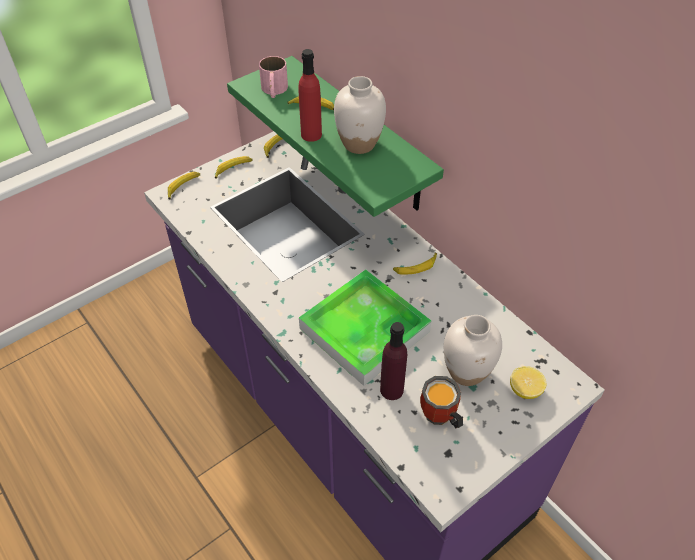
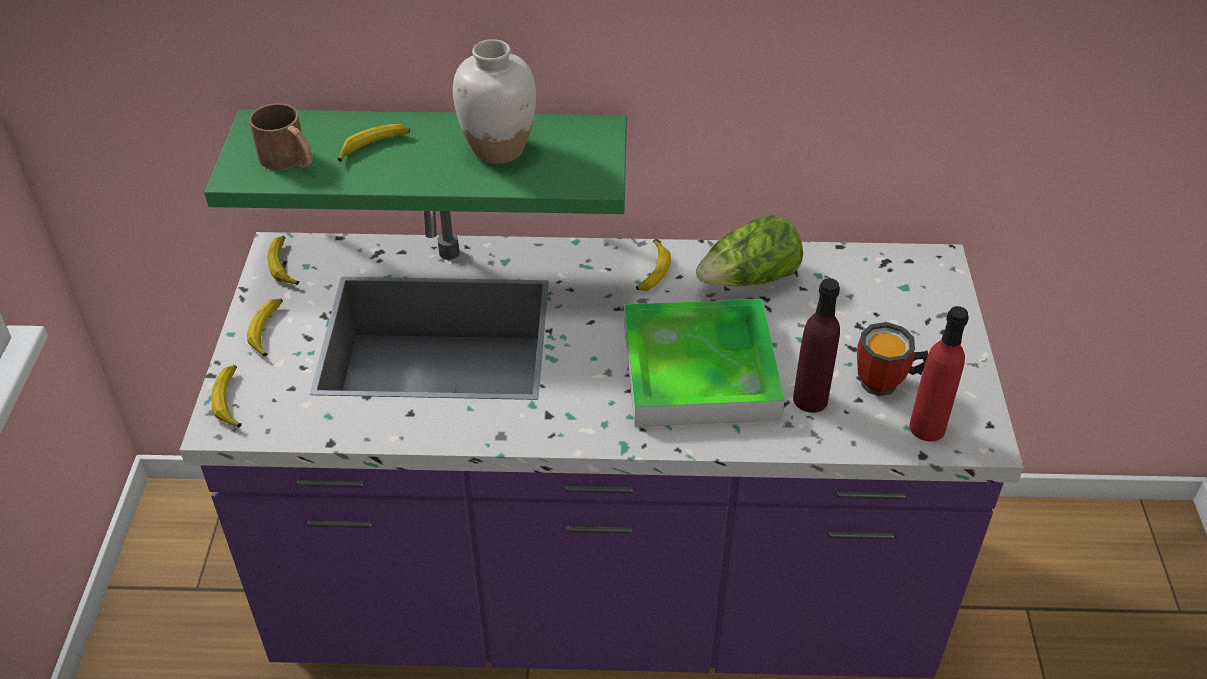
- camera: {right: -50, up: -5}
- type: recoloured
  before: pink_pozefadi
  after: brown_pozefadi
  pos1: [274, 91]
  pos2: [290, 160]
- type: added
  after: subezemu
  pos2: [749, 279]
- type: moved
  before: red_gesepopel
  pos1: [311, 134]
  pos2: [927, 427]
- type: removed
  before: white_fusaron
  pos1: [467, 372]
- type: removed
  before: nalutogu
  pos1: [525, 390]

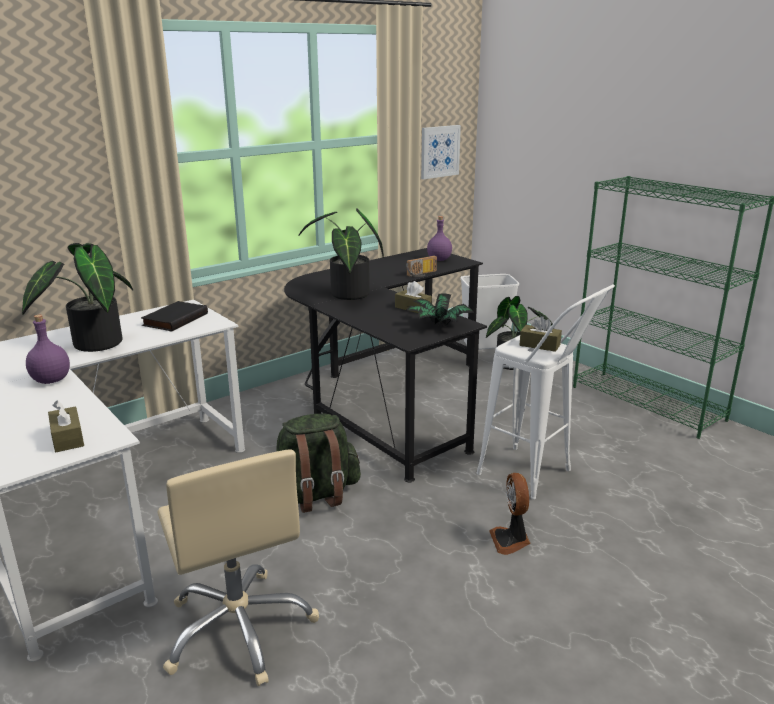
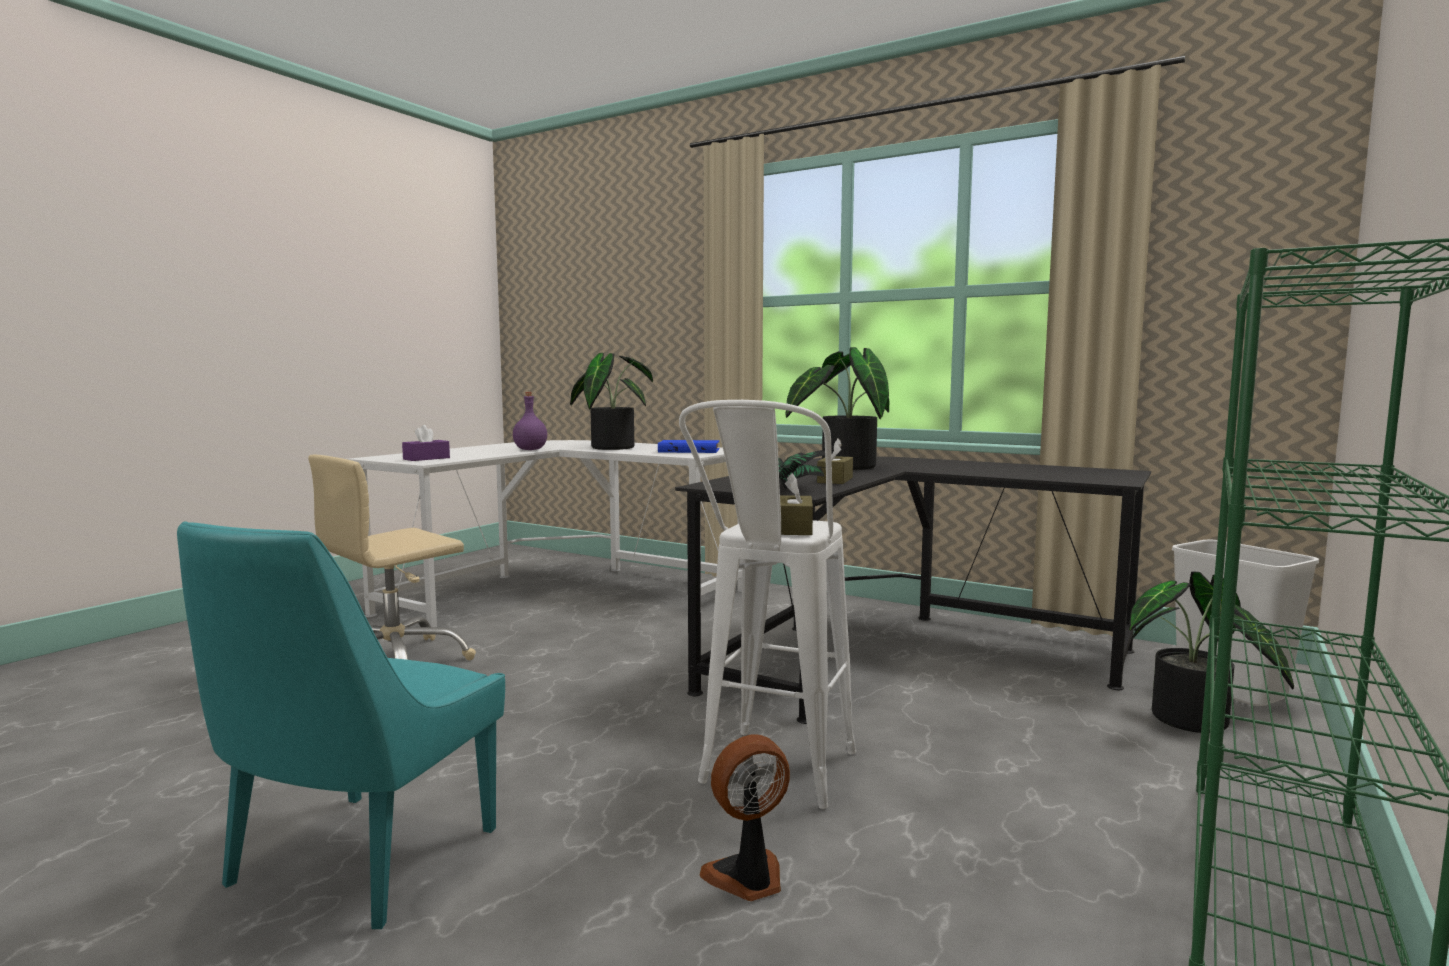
- camera: {right: 70, up: -15}
- type: added
  after: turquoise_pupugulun
  pos2: [358, 862]
- type: recoloured
  before: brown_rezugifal
  after: purple_rezugifal
  pos1: [67, 438]
  pos2: [426, 458]
- type: recoloured
  before: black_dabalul
  after: blue_dabalul
  pos1: [174, 319]
  pos2: [689, 450]
- type: moved
  before: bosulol
  pos1: [511, 540]
  pos2: [748, 878]
- type: removed
  before: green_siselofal
  pos1: [315, 495]
- type: removed
  before: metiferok
  pos1: [422, 274]
- type: removed
  before: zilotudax
  pos1: [439, 151]
- type: removed
  before: purple_gesepopel
  pos1: [439, 260]

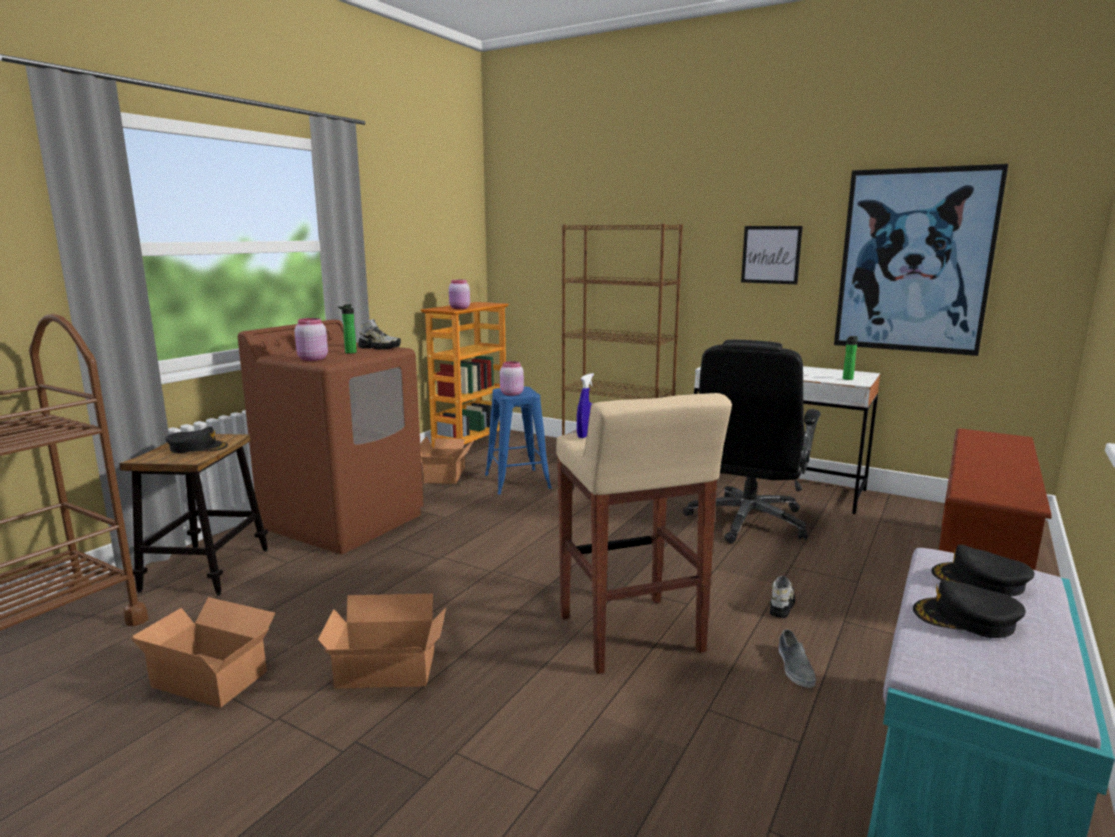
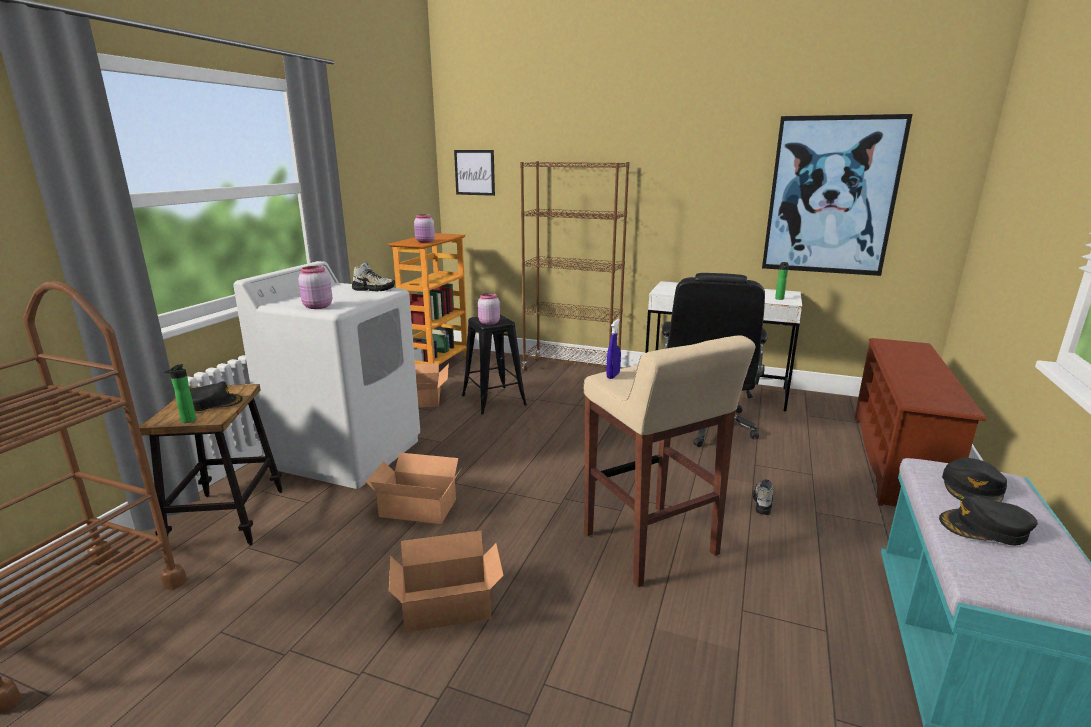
- camera: {right: -10, up: 5}
- type: moved
  before: gesepopel
  pos1: [349, 353]
  pos2: [187, 421]
- type: recoloured
  before: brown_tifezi
  after: white_tifezi
  pos1: [345, 521]
  pos2: [348, 453]
- type: moved
  before: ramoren
  pos1: [211, 676]
  pos2: [417, 506]
- type: moved
  before: zilotudax
  pos1: [771, 254]
  pos2: [474, 172]
- type: recoloured
  before: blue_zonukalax
  after: black_zonukalax
  pos1: [517, 481]
  pos2: [493, 400]
- type: turned
  before: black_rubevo
  pos1: [979, 580]
  pos2: [973, 488]
  turn: -75
- type: removed
  before: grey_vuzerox
  pos1: [794, 667]

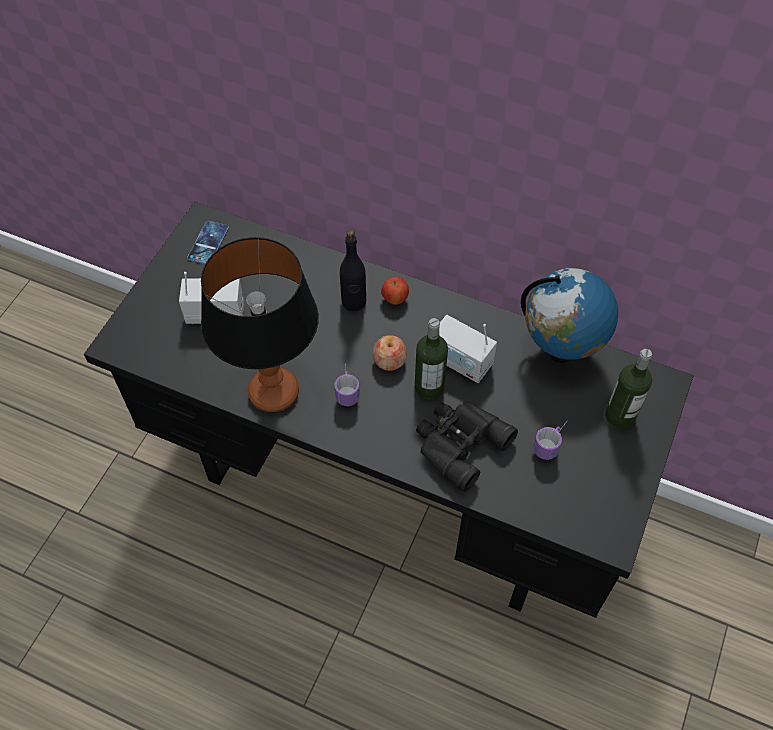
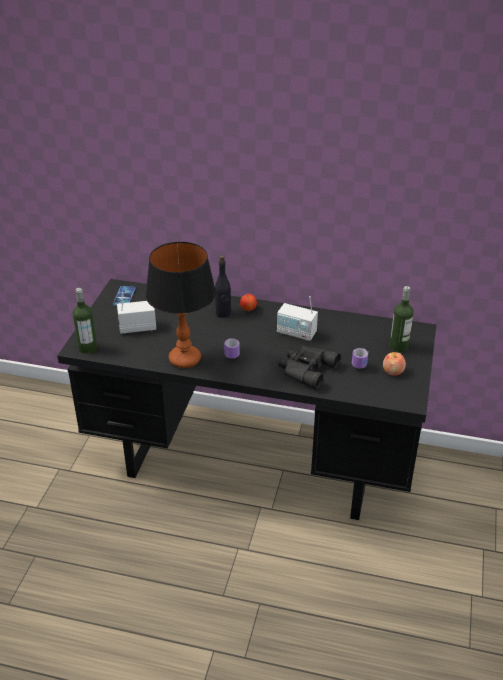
- camera: {right: -10, up: -20}
- type: moved
  before: gesepopel
  pos1: [429, 387]
  pos2: [87, 348]
- type: moved
  before: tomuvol
  pos1: [389, 360]
  pos2: [393, 371]
- type: removed
  before: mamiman
  pos1: [560, 351]

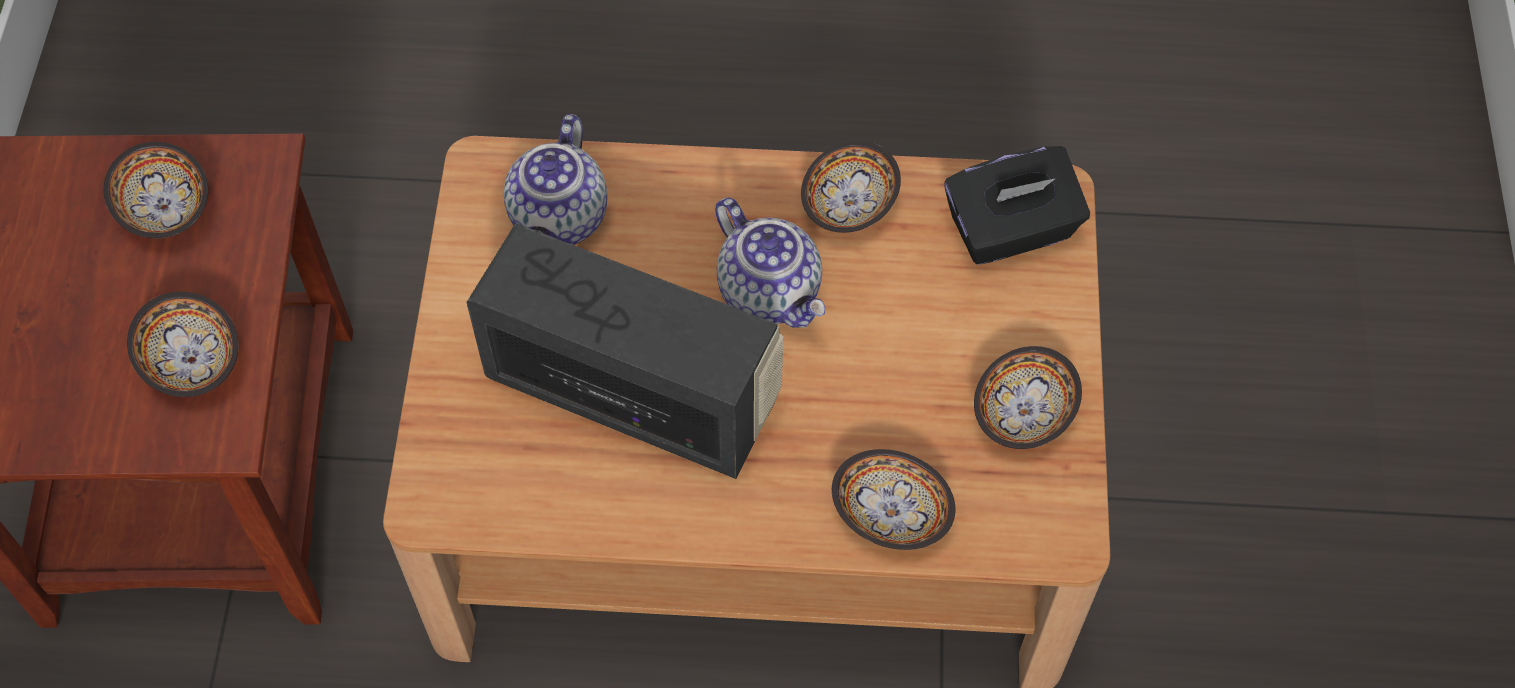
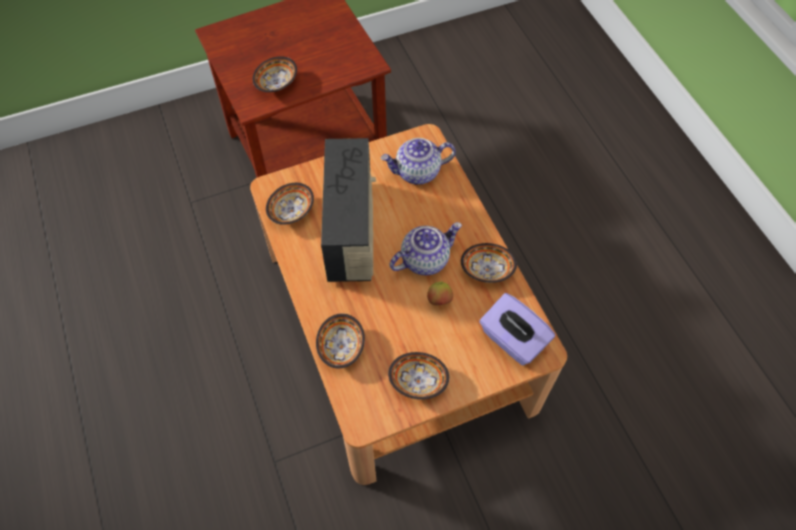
- camera: {right: 65, up: 0}
- type: moved
  before: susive
  pos1: [163, 210]
  pos2: [290, 211]
- type: turned
  before: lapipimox
  pos1: [771, 292]
  pos2: [425, 259]
  turn: -150
- type: added
  after: tomuvol
  pos2: [439, 300]
- type: recoloured
  before: black_rezugifal
  after: purple_rezugifal
  pos1: [1011, 231]
  pos2: [512, 340]

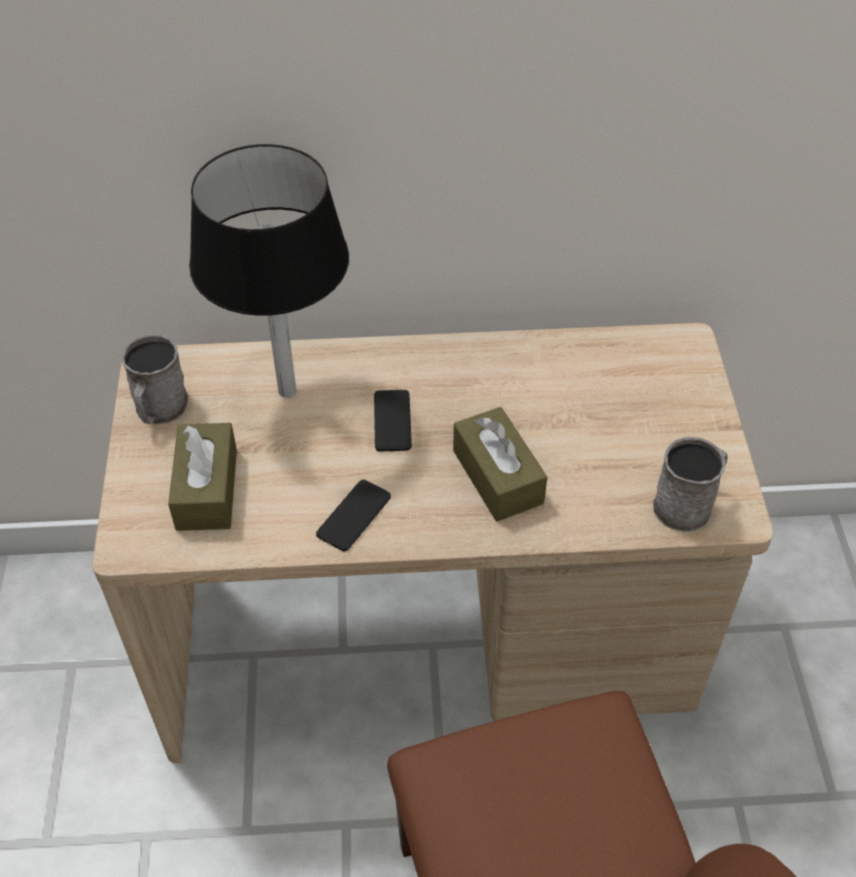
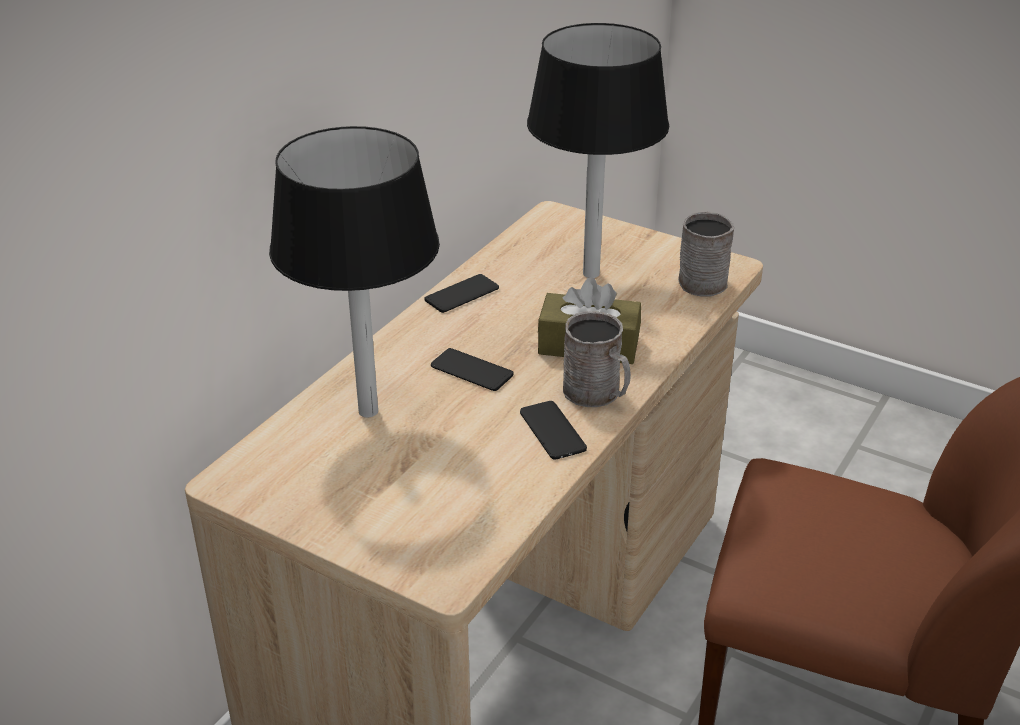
- camera: {right: -55, up: -15}
- type: added
  after: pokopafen
  pos2: [462, 294]
- type: added
  after: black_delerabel
  pos2: [591, 274]
- type: moved
  before: grey_pozefadi
  pos1: [159, 410]
  pos2: [597, 394]
- type: removed
  before: brown_rezugifal
  pos1: [207, 489]

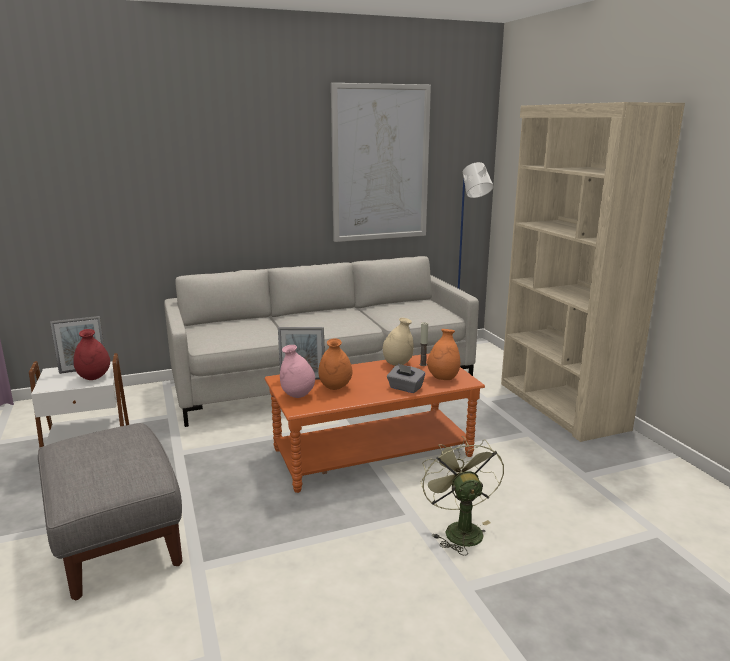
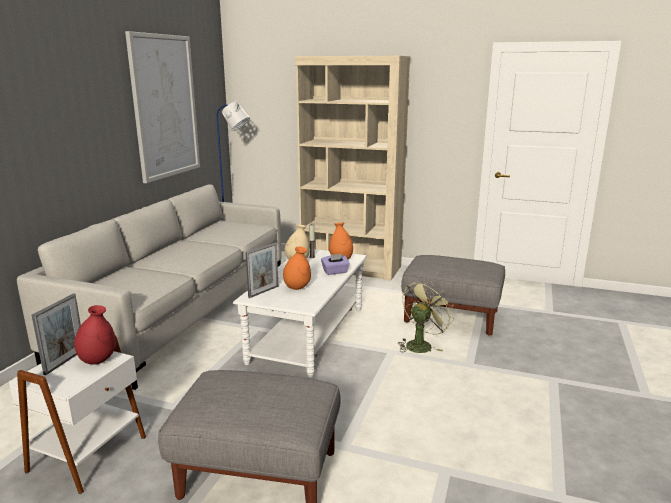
- camera: {right: -50, up: 0}
- type: recoloured
  before: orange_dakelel
  after: white_dakelel
  pos1: [373, 453]
  pos2: [308, 334]
- type: recoloured
  before: grey_rezugifal
  after: purple_rezugifal
  pos1: [405, 388]
  pos2: [335, 272]
- type: turned
  before: green_bosulol
  pos1: [459, 529]
  pos2: [421, 344]
  turn: 105
- type: added
  after: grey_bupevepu
  pos2: [452, 317]
- type: removed
  before: pink_fusaron
  pos1: [298, 395]

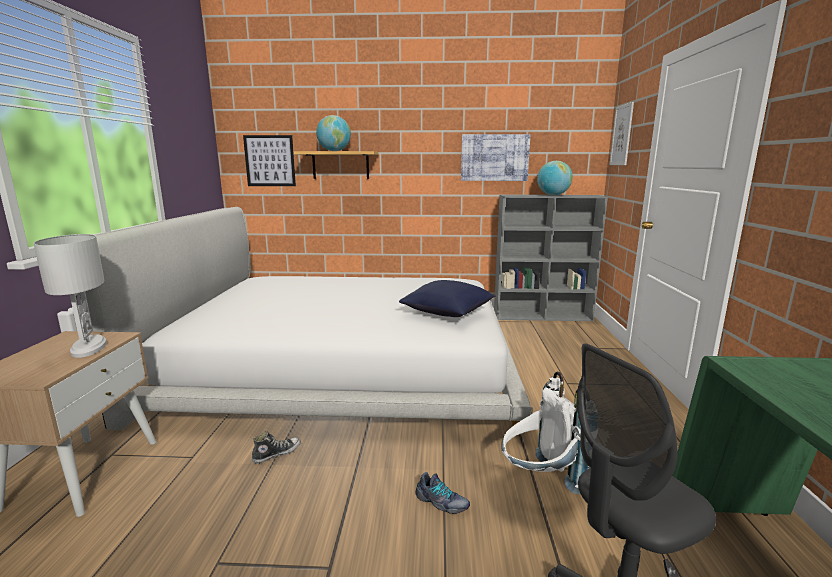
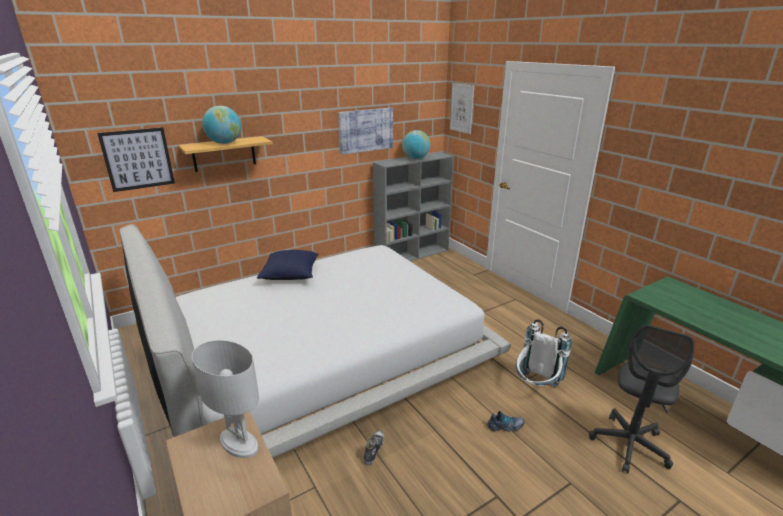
- camera: {right: -35, up: 10}
- type: moved
  before: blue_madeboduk
  pos1: [448, 313]
  pos2: [291, 275]

